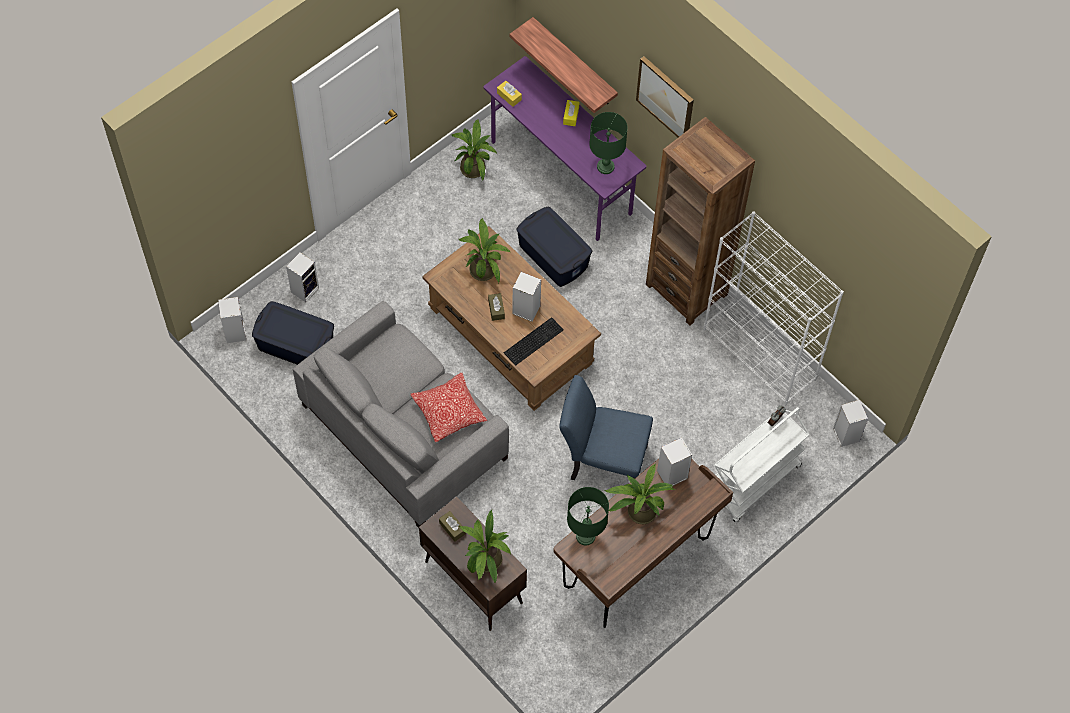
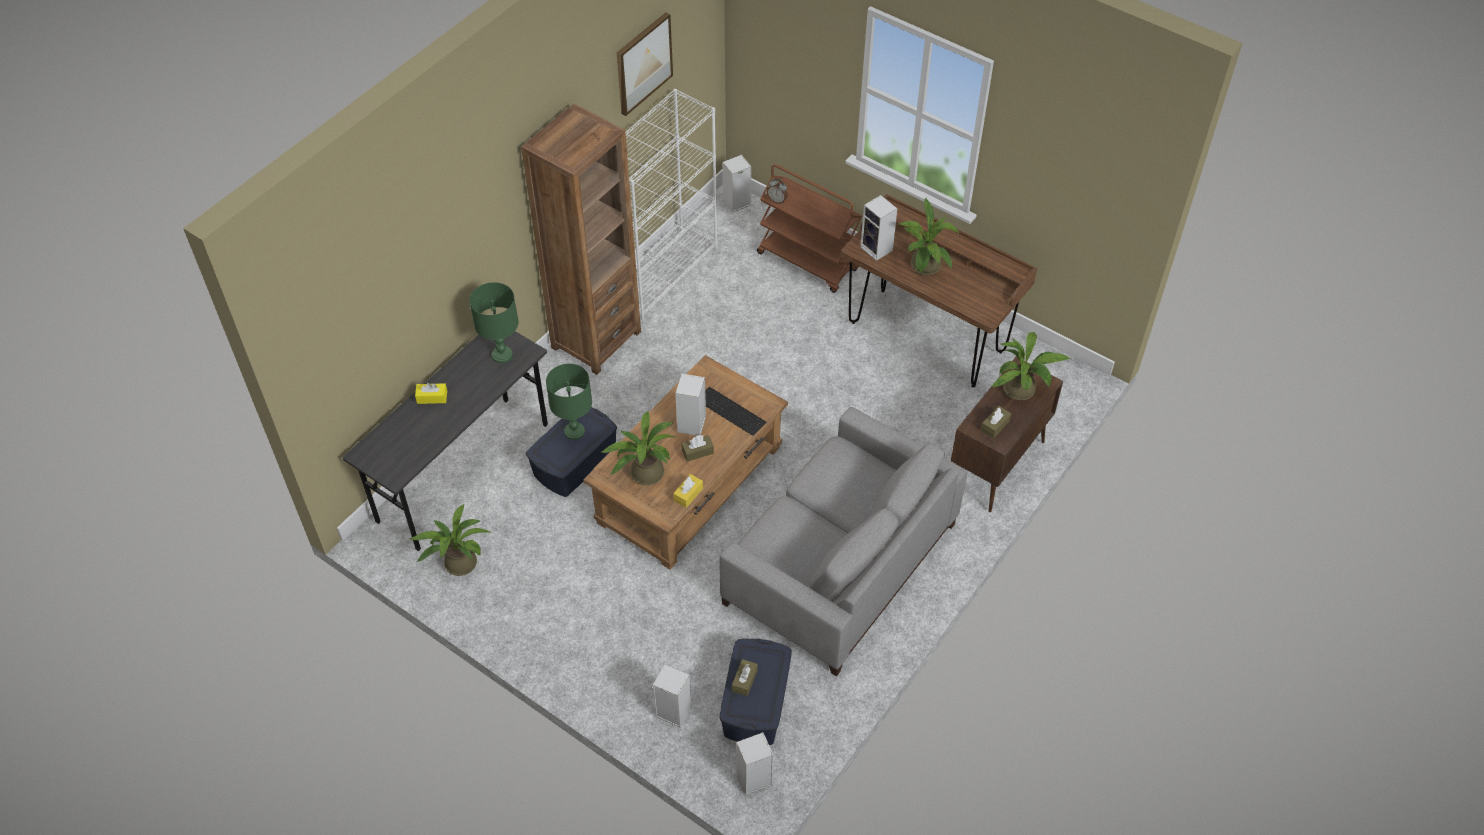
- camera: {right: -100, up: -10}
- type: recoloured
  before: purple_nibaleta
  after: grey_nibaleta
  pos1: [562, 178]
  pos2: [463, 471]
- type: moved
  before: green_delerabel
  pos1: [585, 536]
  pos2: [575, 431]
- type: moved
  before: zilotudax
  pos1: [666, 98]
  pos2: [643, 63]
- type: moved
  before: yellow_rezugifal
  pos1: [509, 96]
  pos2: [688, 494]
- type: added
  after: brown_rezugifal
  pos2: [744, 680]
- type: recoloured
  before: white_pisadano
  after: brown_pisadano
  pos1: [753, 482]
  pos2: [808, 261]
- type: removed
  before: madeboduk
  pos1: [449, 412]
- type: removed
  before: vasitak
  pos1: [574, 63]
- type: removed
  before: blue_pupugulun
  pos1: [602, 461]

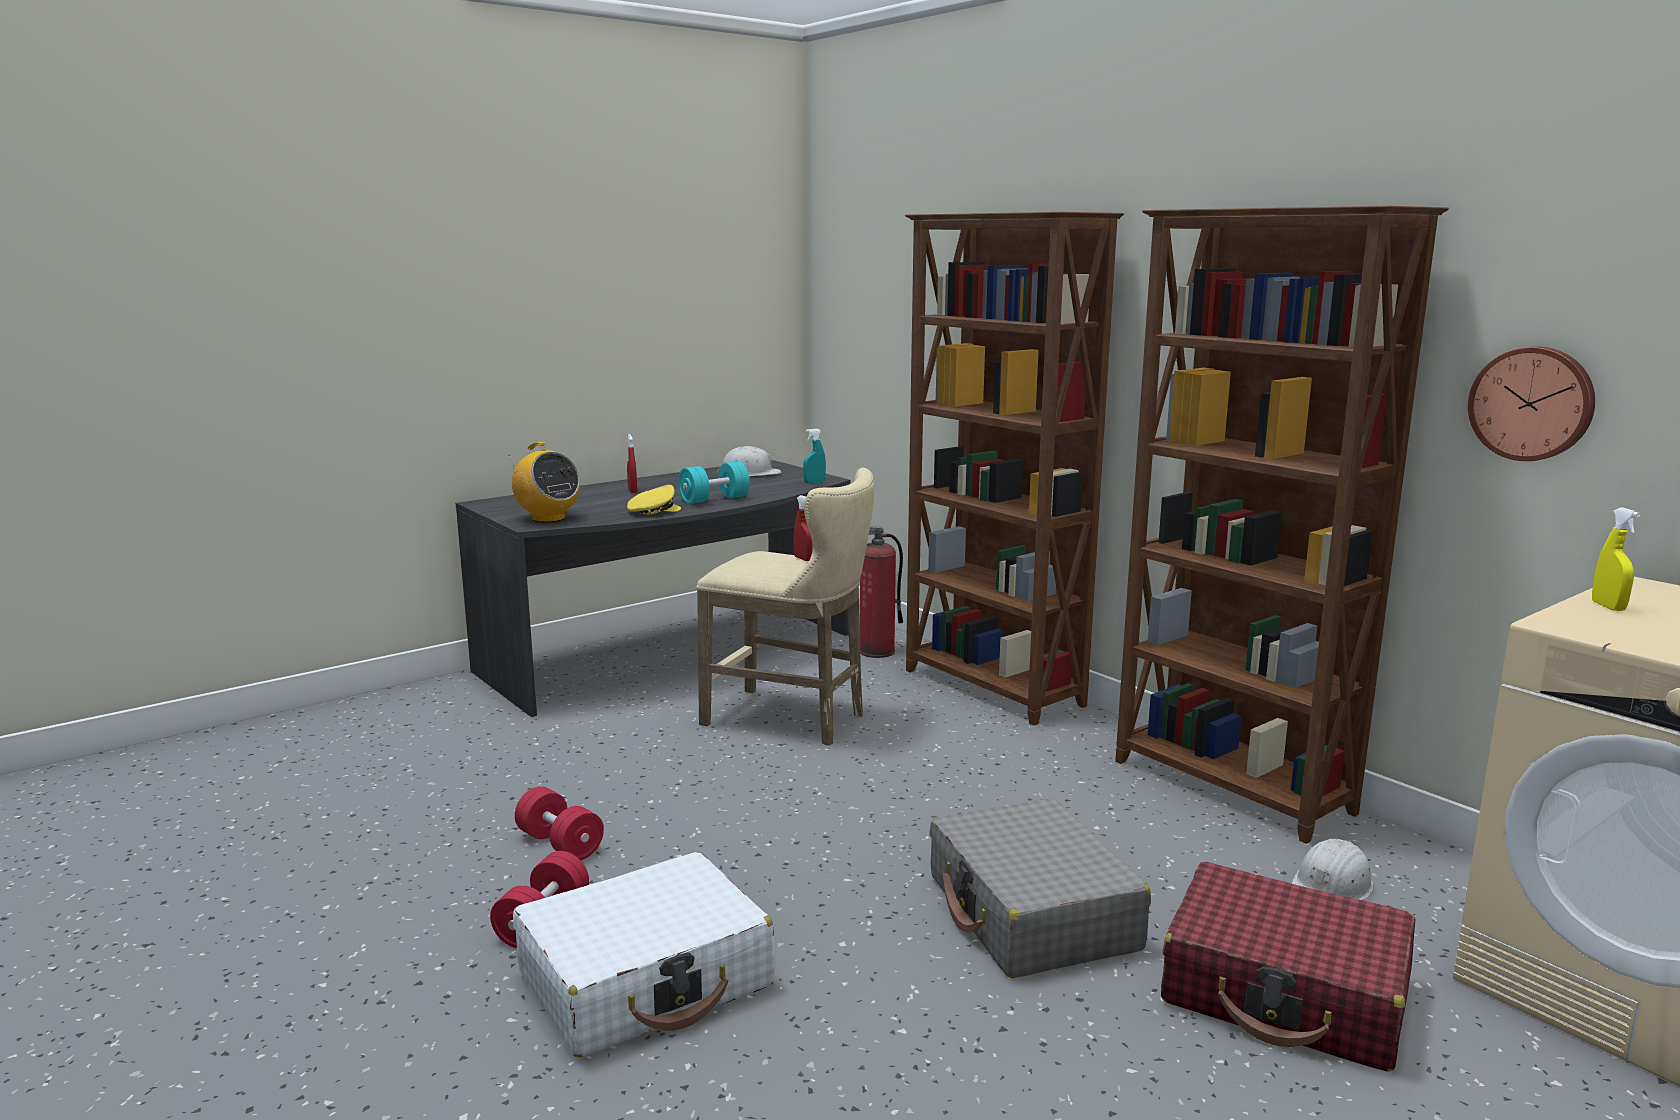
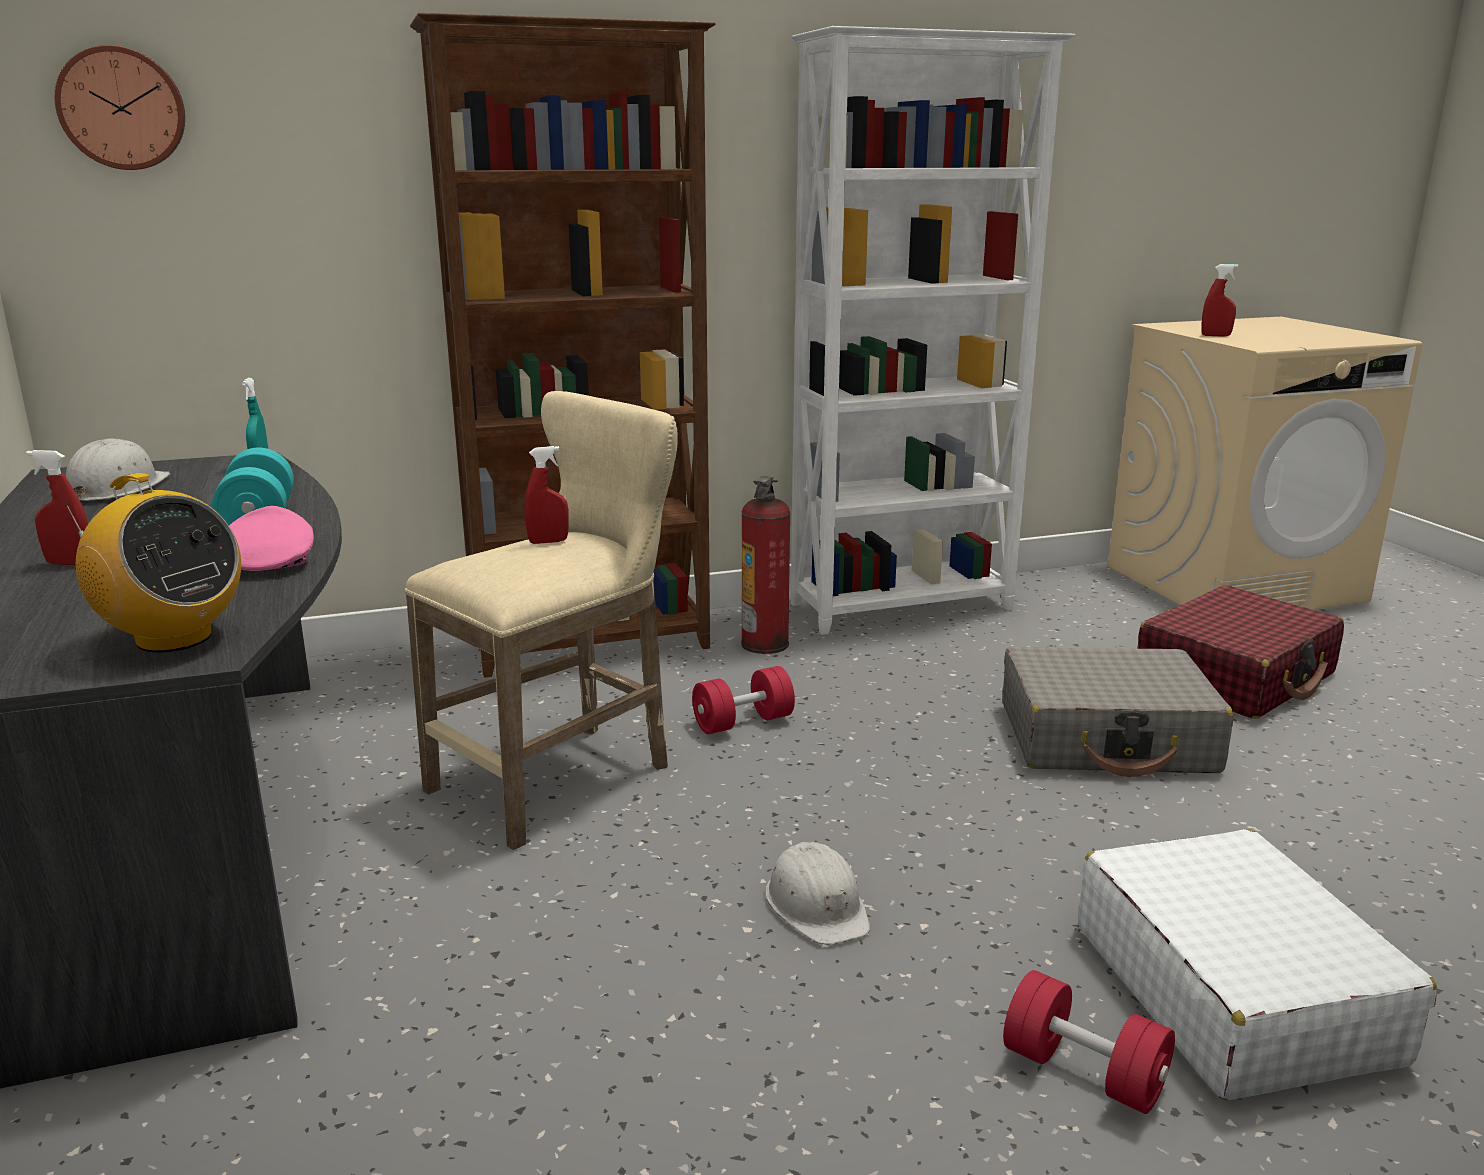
- camera: {right: -70, up: 5}
- type: moved
  before: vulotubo
  pos1: [1532, 403]
  pos2: [122, 109]
- type: turned
  before: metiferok
  pos1: [548, 518]
  pos2: [173, 638]
  turn: 60
- type: recoloured
  before: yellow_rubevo
  after: pink_rubevo
  pos1: [653, 511]
  pos2: [269, 562]
- type: moved
  before: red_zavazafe
  pos1: [560, 844]
  pos2: [743, 722]
- type: moved
  before: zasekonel
  pos1: [876, 652]
  pos2: [765, 644]
- type: moved
  before: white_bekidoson
  pos1: [1332, 886]
  pos2: [817, 905]
- type: recoloured
  before: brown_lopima
  after: white_lopima
  pos1: [1231, 788]
  pos2: [904, 607]
- type: recoloured
  before: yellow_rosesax
  after: red_rosesax
  pos1: [1608, 607]
  pos2: [1215, 336]

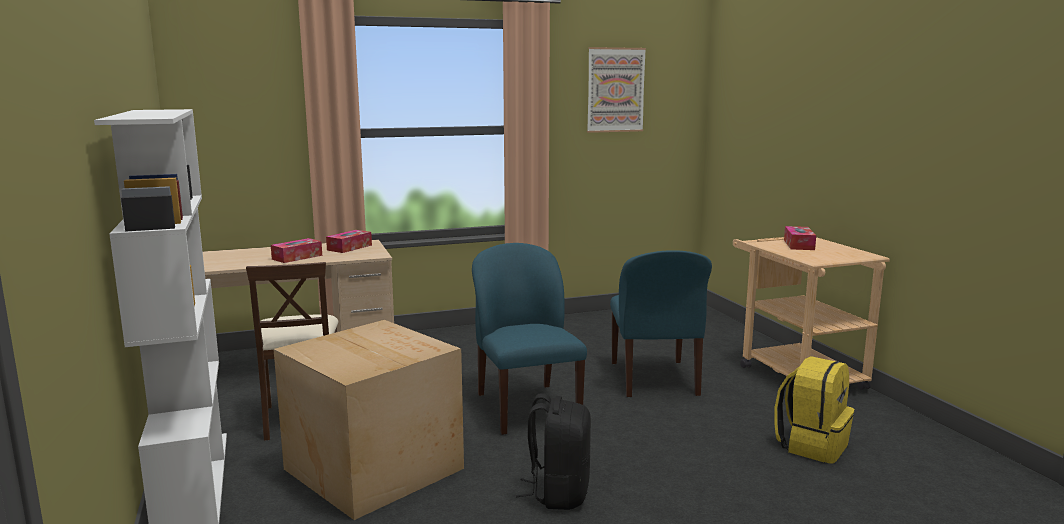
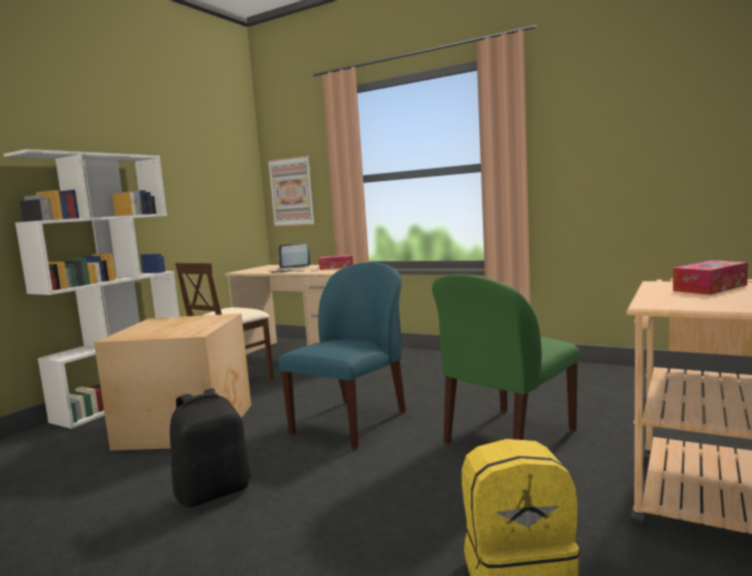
- camera: {right: 50, up: -5}
- type: moved
  before: zilotudax
  pos1: [615, 90]
  pos2: [291, 192]
- type: replaced
  before: rezugifal
  after: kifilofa
  pos1: [297, 257]
  pos2: [290, 270]
- type: recoloured
  before: blue_pupugulun
  after: green_pupugulun
  pos1: [654, 380]
  pos2: [507, 437]

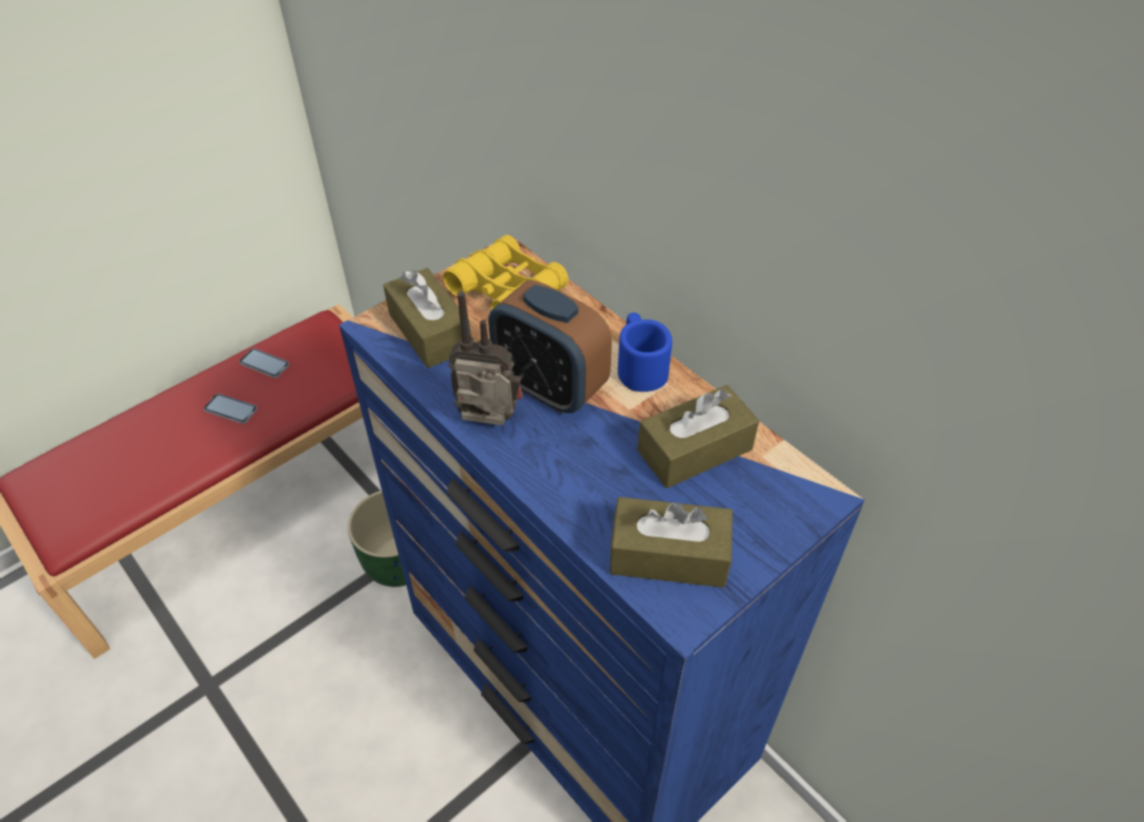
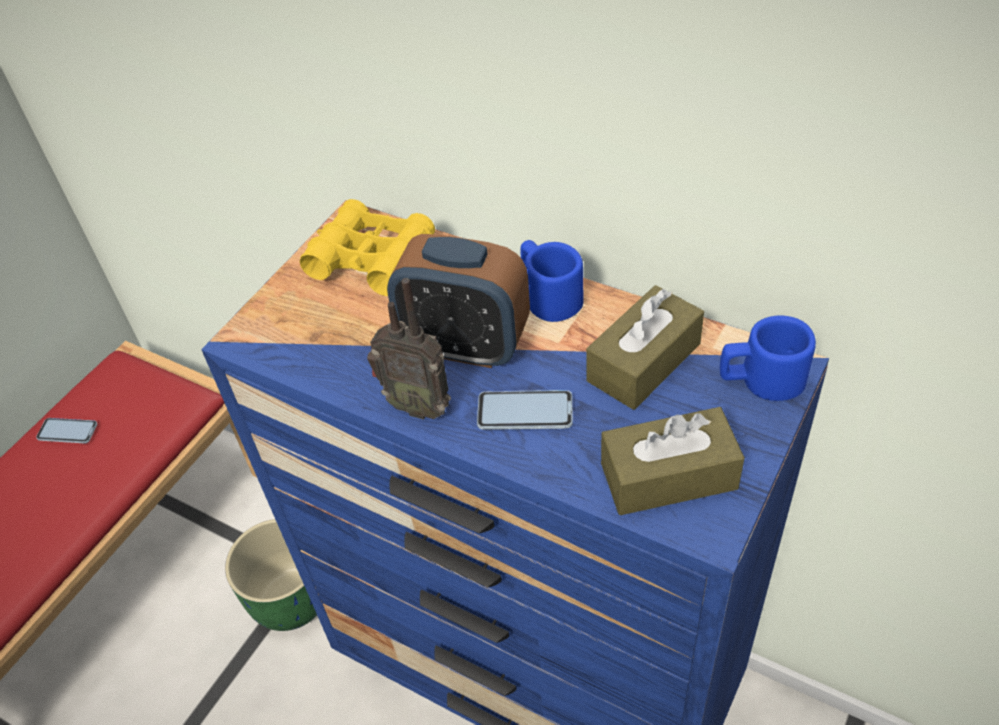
- camera: {right: -15, up: 0}
- type: turned
  before: metiferok
  pos1: [488, 425]
  pos2: [419, 404]
  turn: -150
- type: moved
  before: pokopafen
  pos1: [231, 409]
  pos2: [525, 412]
- type: added
  after: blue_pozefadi
  pos2: [761, 379]
- type: removed
  before: brown_rezugifal
  pos1: [429, 331]

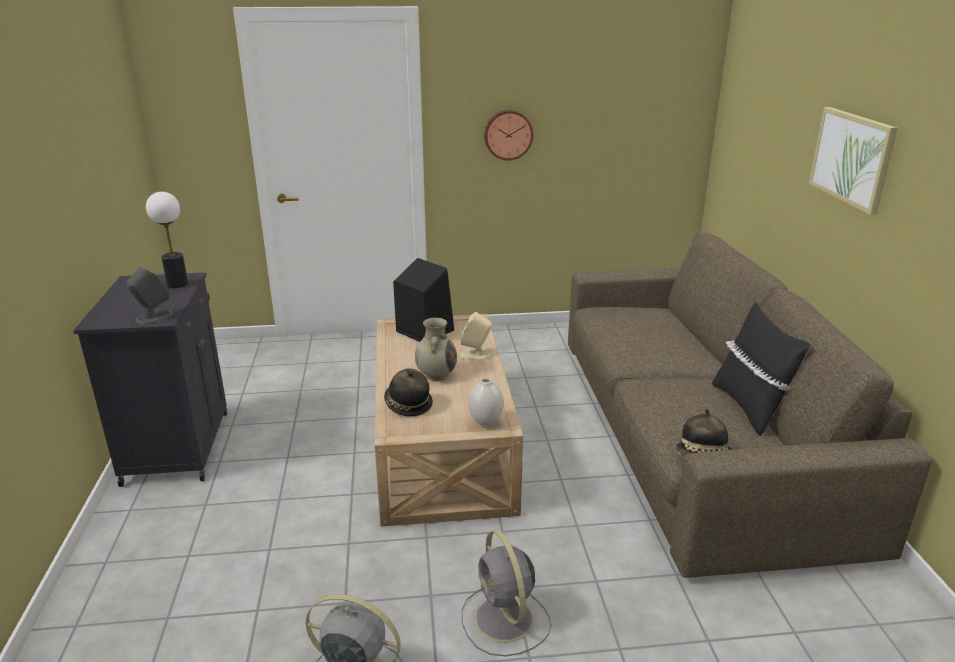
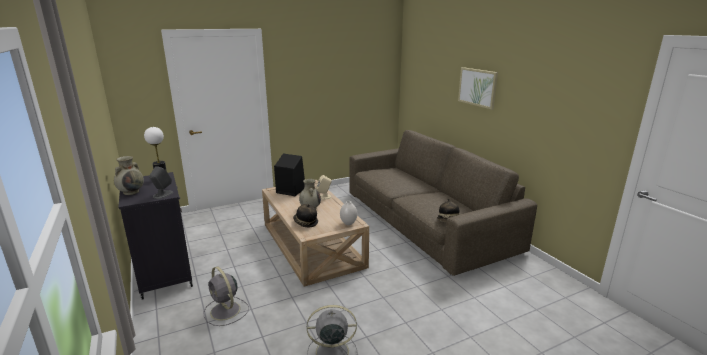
- camera: {right: -20, up: -5}
- type: added
  after: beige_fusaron
  pos2: [131, 192]
- type: moved
  before: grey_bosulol
  pos1: [505, 621]
  pos2: [226, 311]
- type: removed
  before: vulotubo
  pos1: [508, 134]
- type: removed
  before: black_madeboduk
  pos1: [749, 407]

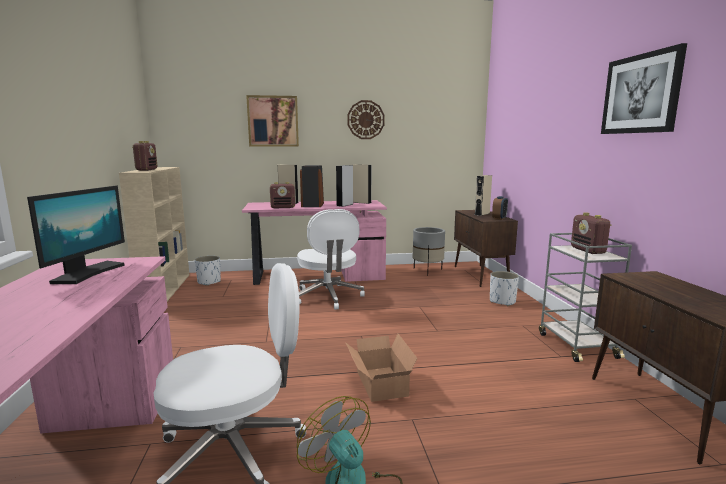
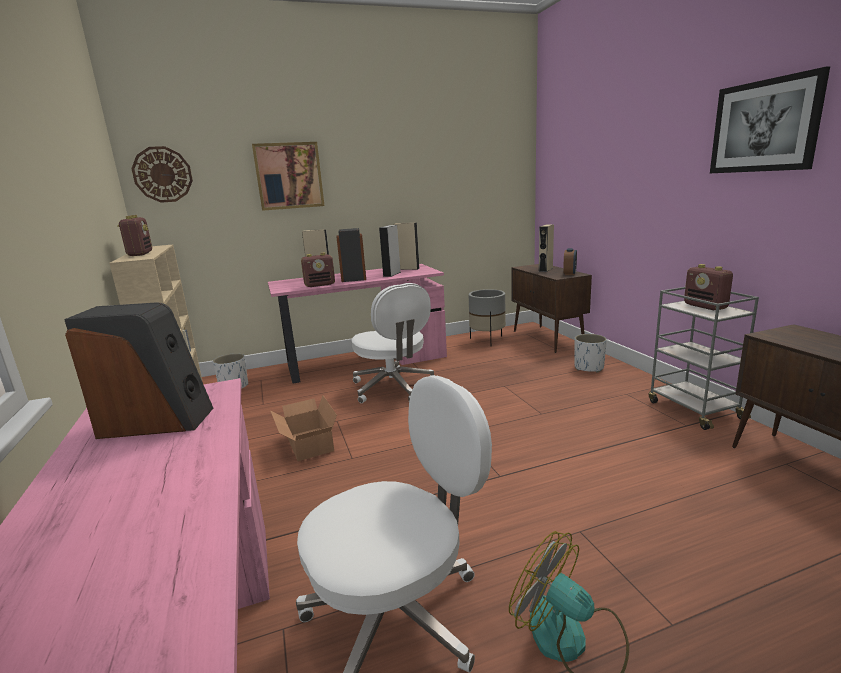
- camera: {right: -10, up: 5}
- type: replaced
  before: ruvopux
  after: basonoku
  pos1: [88, 273]
  pos2: [157, 421]
- type: moved
  before: vulotubo
  pos1: [365, 119]
  pos2: [162, 174]
- type: moved
  before: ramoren
  pos1: [379, 384]
  pos2: [307, 445]

